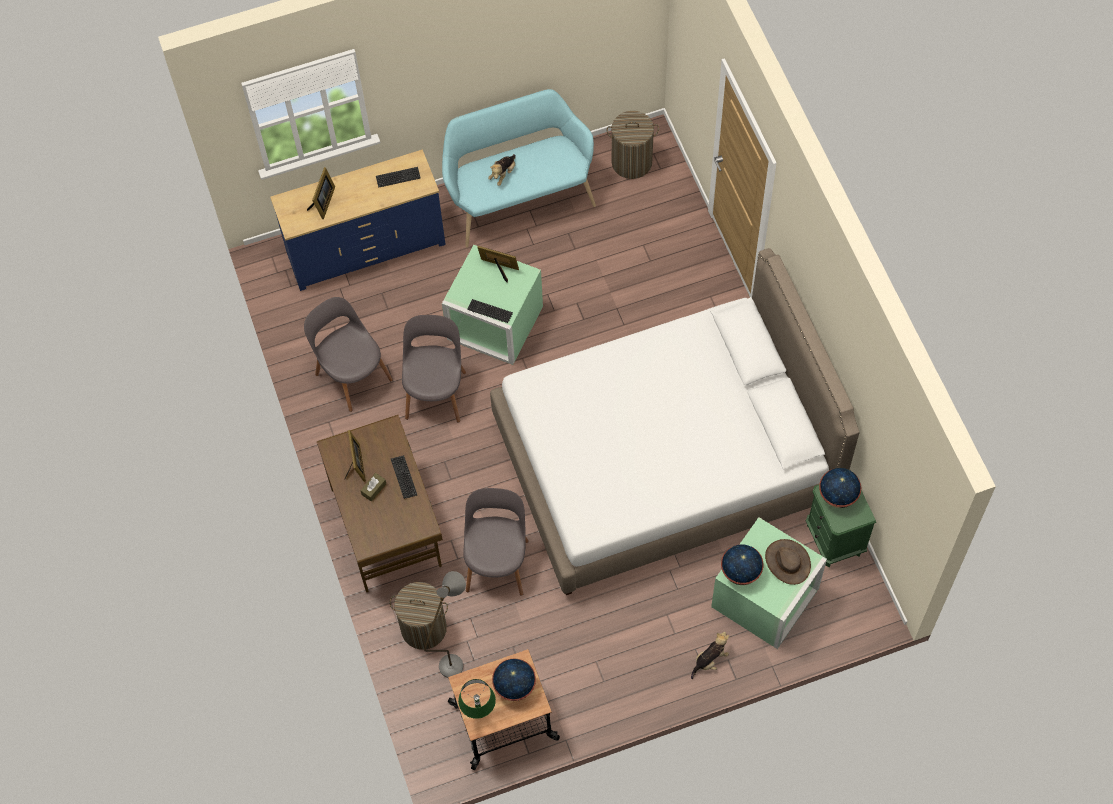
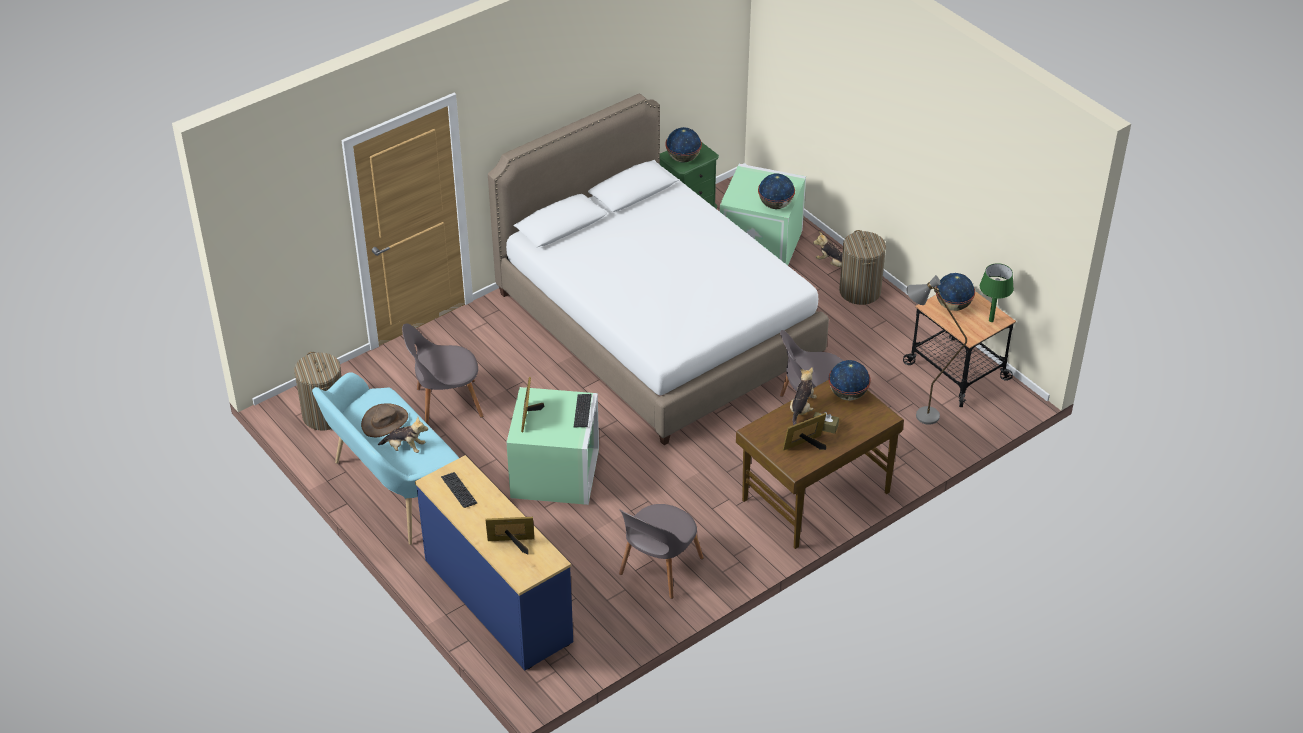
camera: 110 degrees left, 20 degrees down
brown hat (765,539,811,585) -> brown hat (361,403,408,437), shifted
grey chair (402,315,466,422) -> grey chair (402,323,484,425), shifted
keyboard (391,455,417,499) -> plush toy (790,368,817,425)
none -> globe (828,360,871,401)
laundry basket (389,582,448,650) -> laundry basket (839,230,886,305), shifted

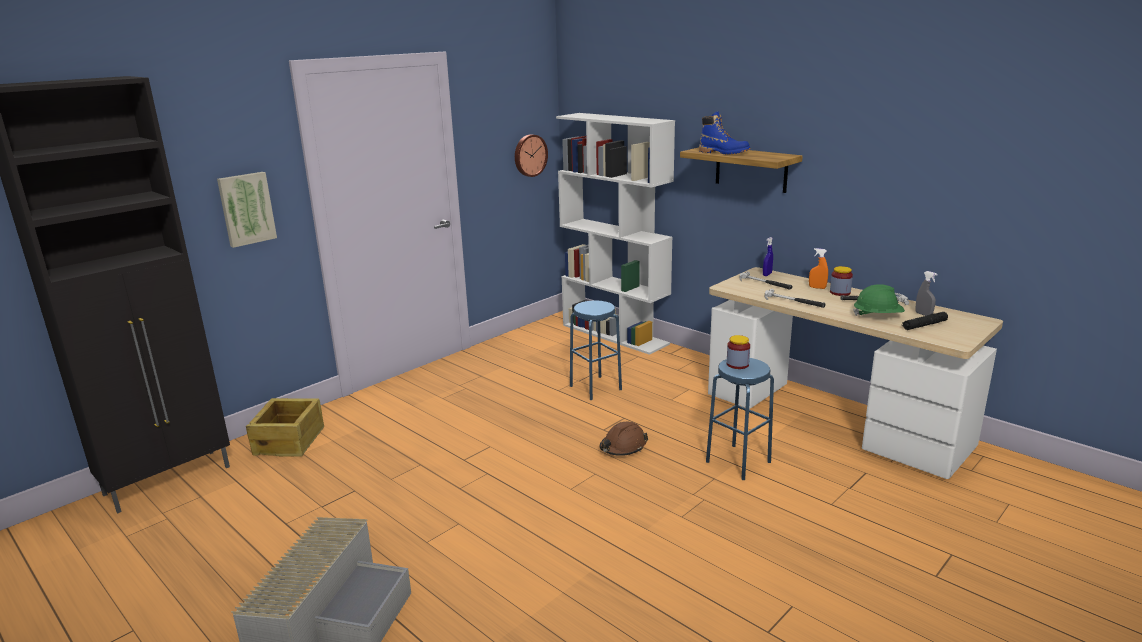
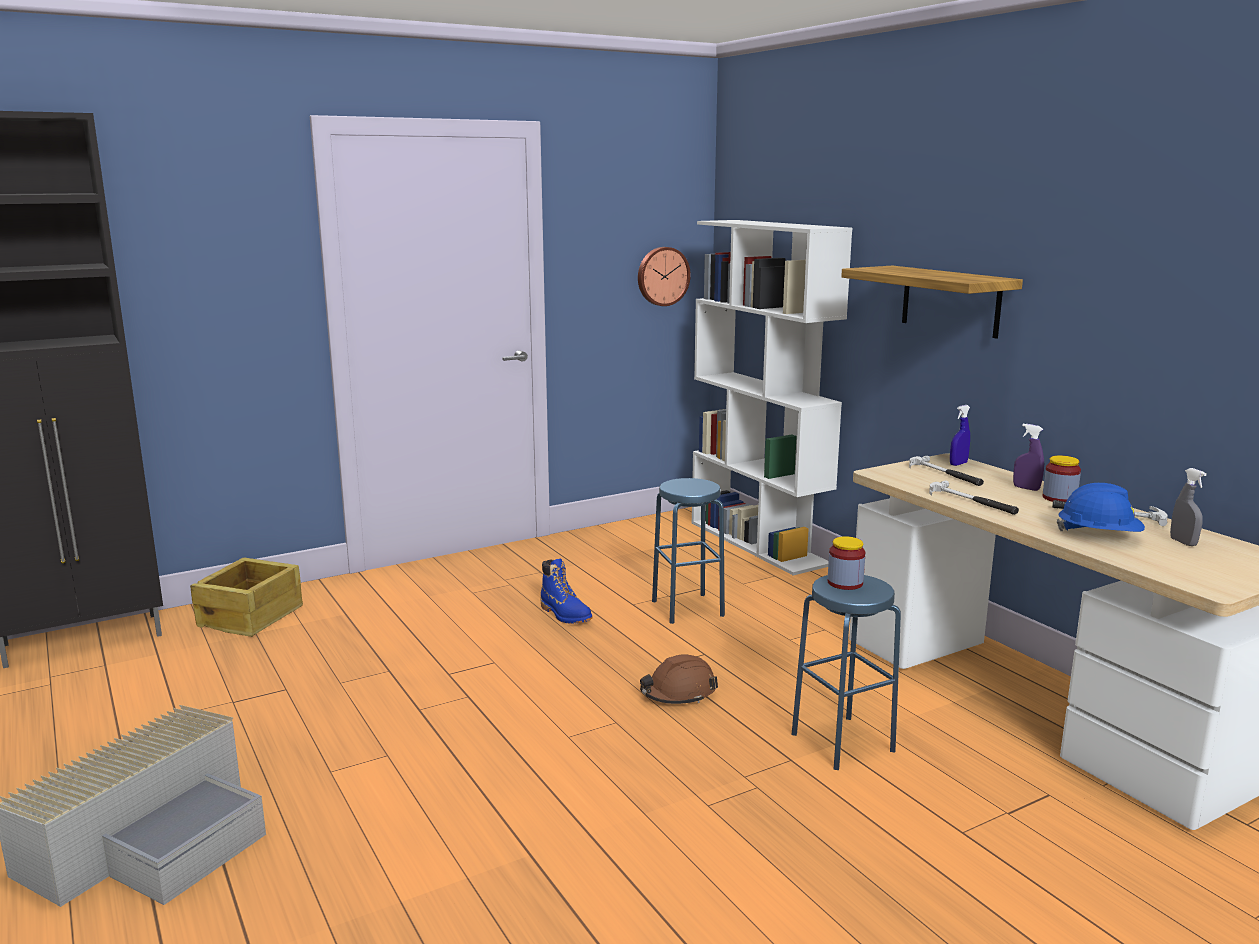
camera: 15 degrees right, 5 degrees down
blue boot (699,111,750,155) -> blue boot (540,558,592,624), shifted
orange spray bottle (809,248,828,289) -> purple spray bottle (1013,424,1044,491)
green hard hat (853,284,905,316) -> blue hard hat (1057,483,1145,532)
picture (217,172,277,248) -> none
black flashlight (902,312,948,330) -> none

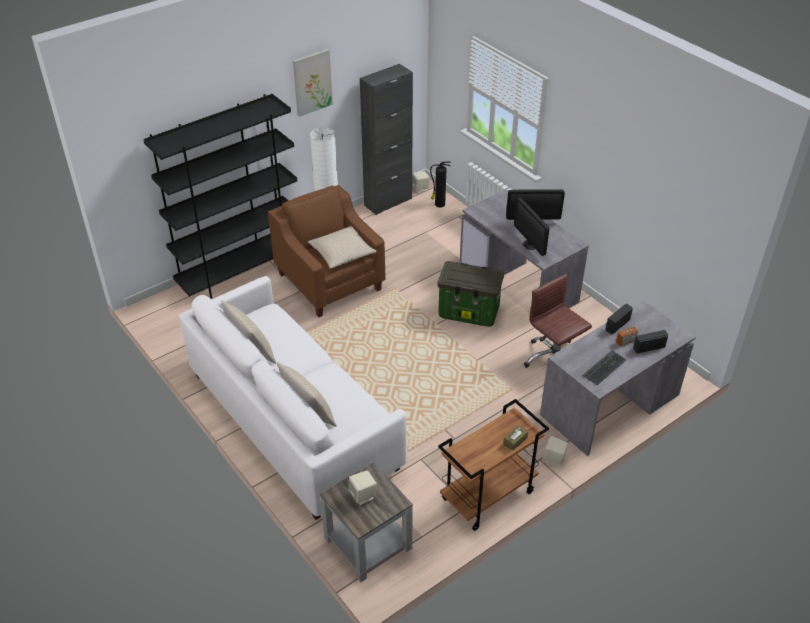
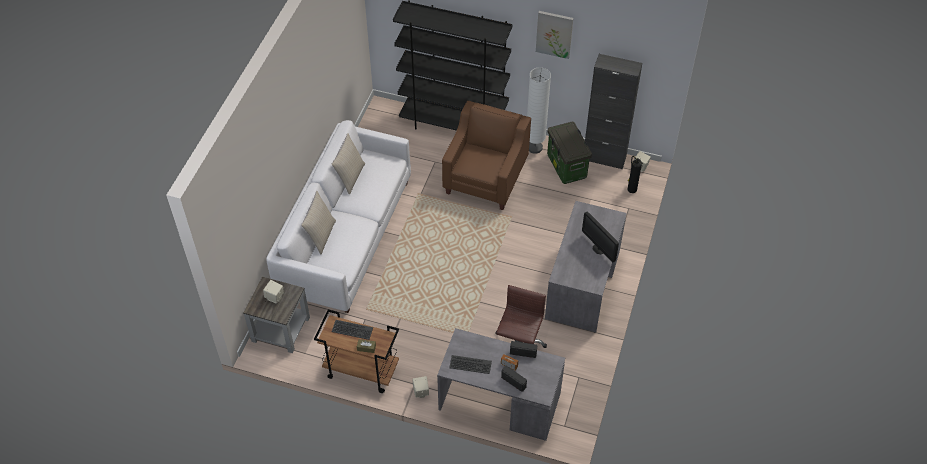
camera: 55 degrees right, 10 degrees up
none -> keyboard (331,320,373,340)
storage box (437,261,504,327) -> storage box (547,122,592,184), shifted
beige pillow (308,226,377,269) -> none
monitor (514,197,550,256) -> none

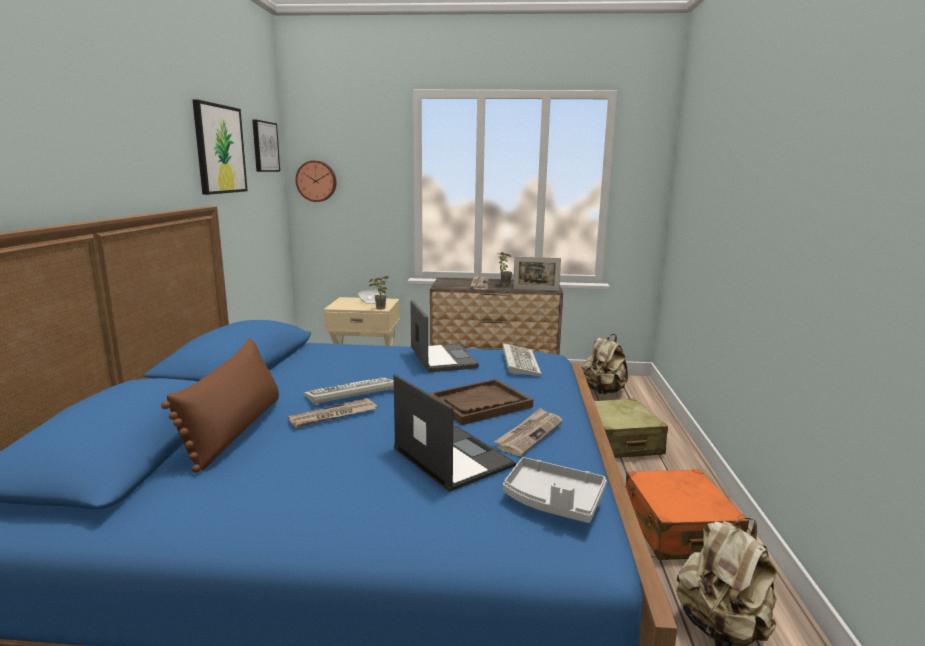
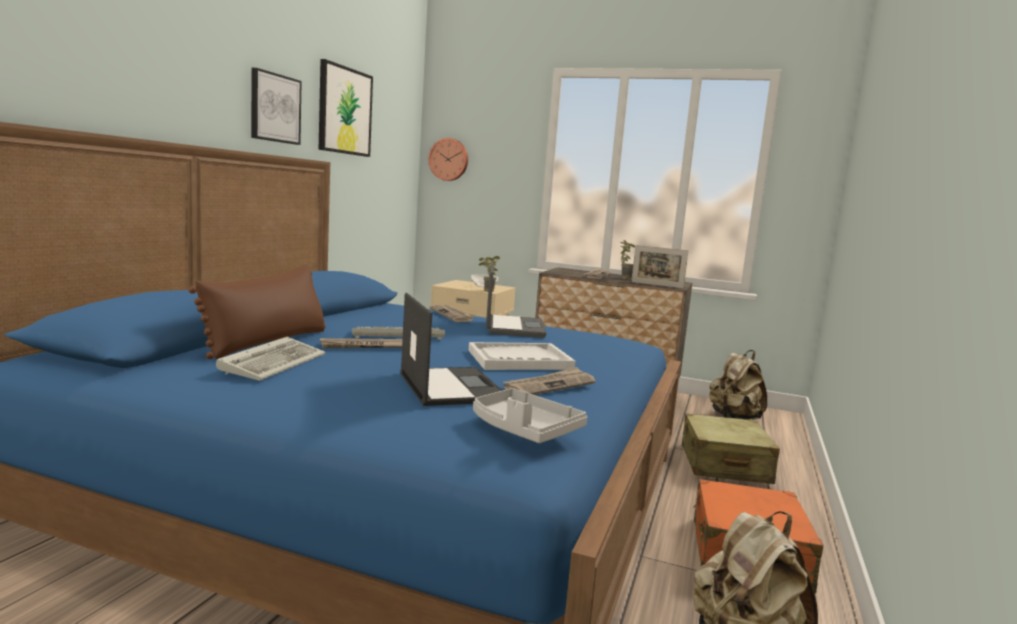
camera: 15 degrees right, 5 degrees down
keyboard (502,343,542,376) -> keyboard (216,337,326,381), shifted
picture (252,120,280,172) -> picture (251,68,302,145), shifted
none -> newspaper (429,305,476,322)
brown tray (429,379,533,425) -> white tray (468,342,575,370)

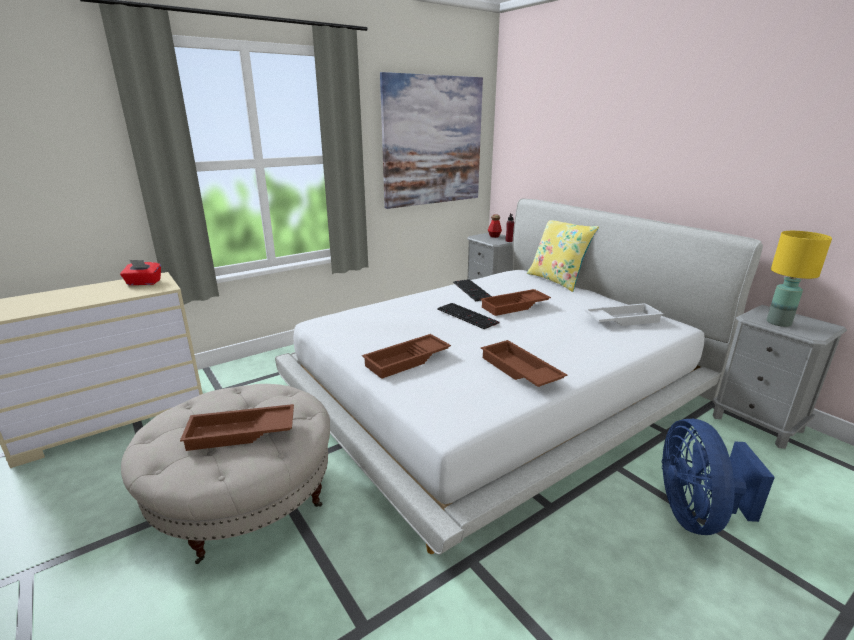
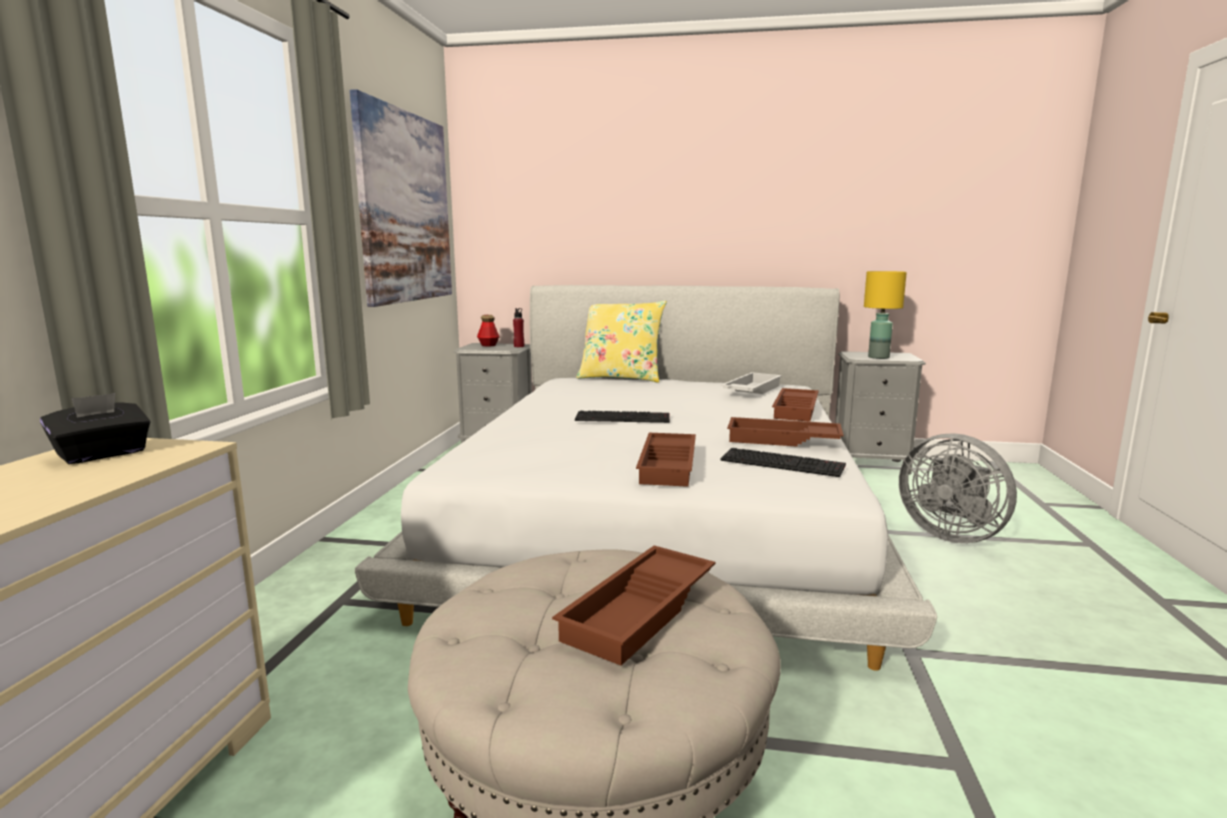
camera: 45 degrees left, 10 degrees down
red tissue box (120,260,161,285) -> black tissue box (40,393,150,464)
keyboard (453,279,492,301) -> keyboard (720,448,846,477), shifted
brown tray (480,289,551,316) -> brown tray (772,388,819,422), shifted
blue fan (662,419,775,535) -> grey fan (899,433,1017,543)

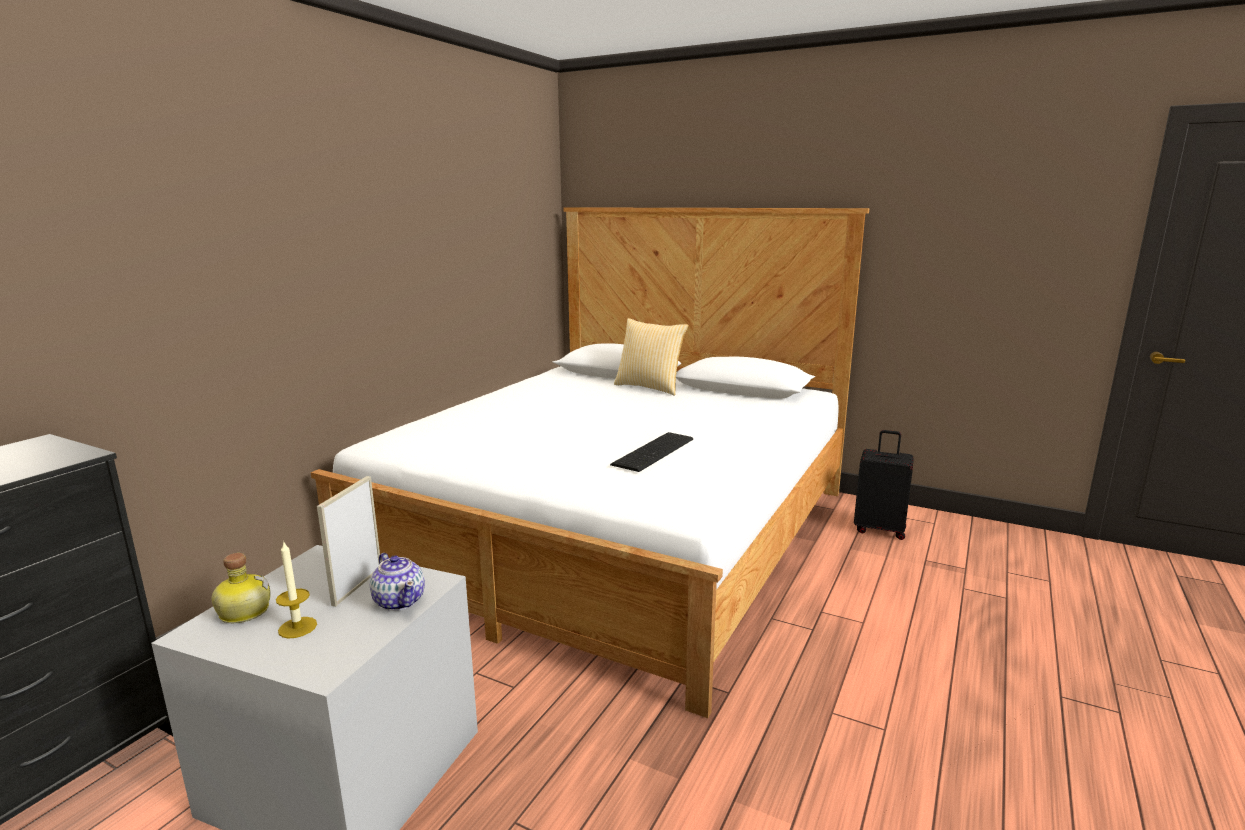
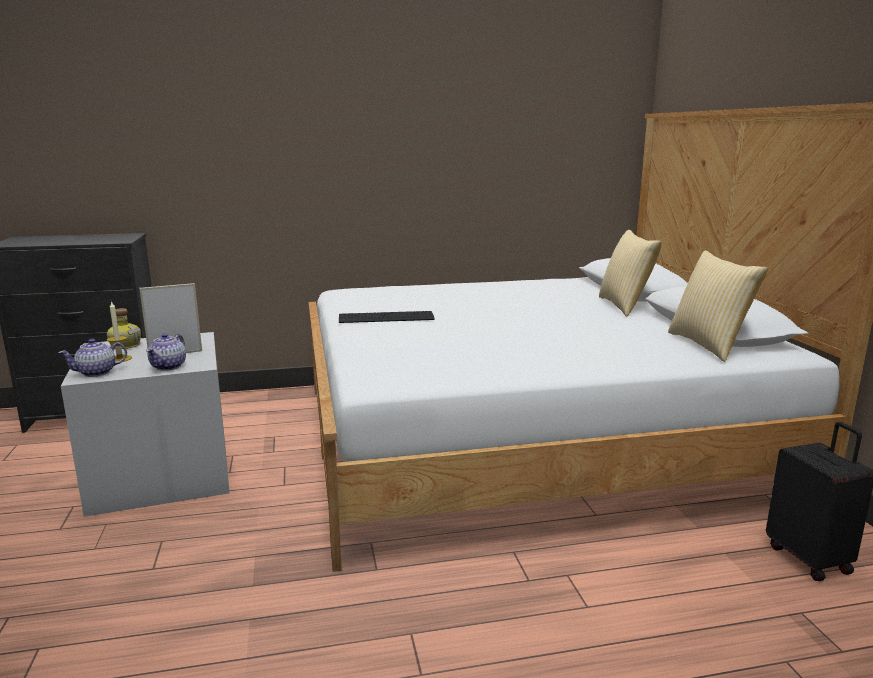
camera: 50 degrees right, 0 degrees up
none -> teapot (59,339,127,377)
keyboard (610,432,693,472) -> keyboard (339,311,435,323), shifted
none -> pillow (668,251,768,362)

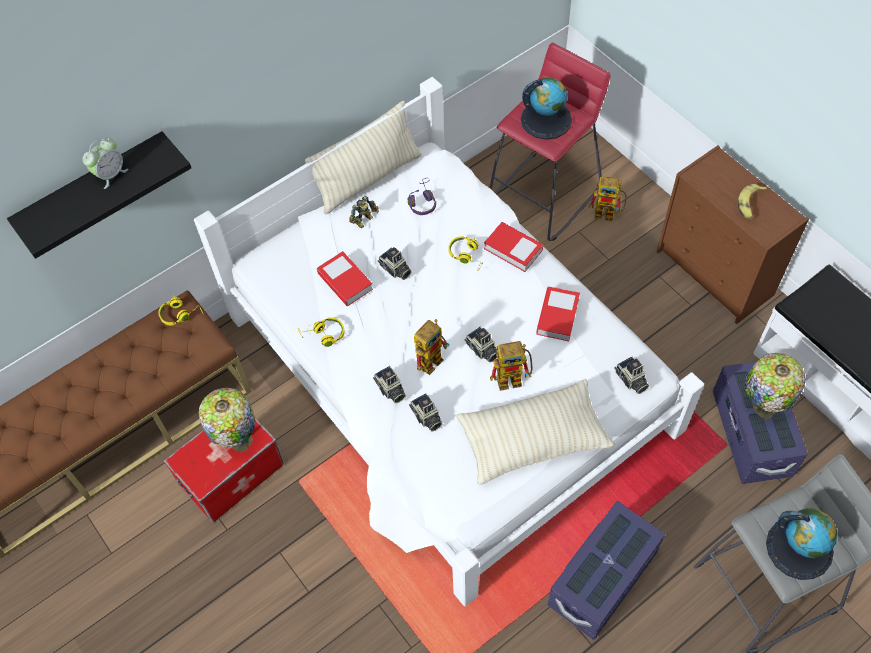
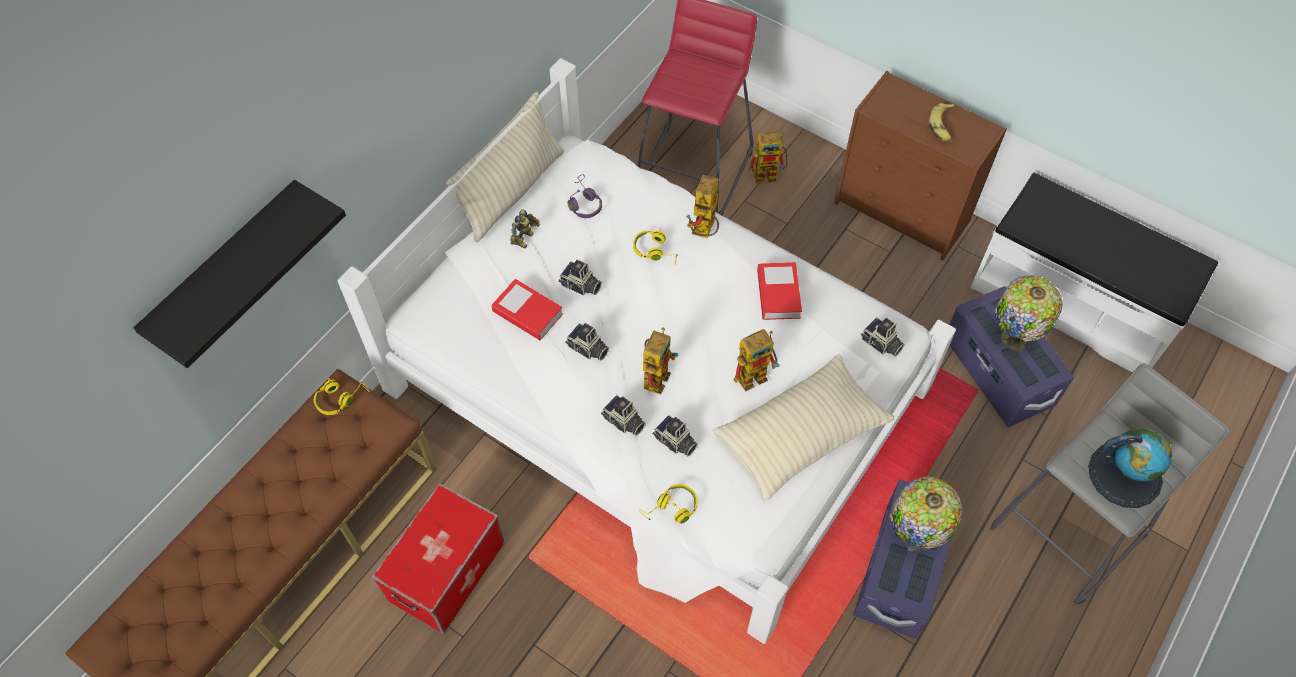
camera: 20 degrees left, 0 degrees up
photo camera (464,327,497,362) -> photo camera (565,323,609,360), shifted
yellow headphones (298,317,345,347) -> yellow headphones (639,484,698,524), shifted
book (484,222,543,272) -> toy robot (687,175,719,238)
table lamp (199,388,255,452) -> table lamp (890,477,963,550), shifted
alarm clock (83,138,128,189) -> none
globe (521,77,572,140) -> none

